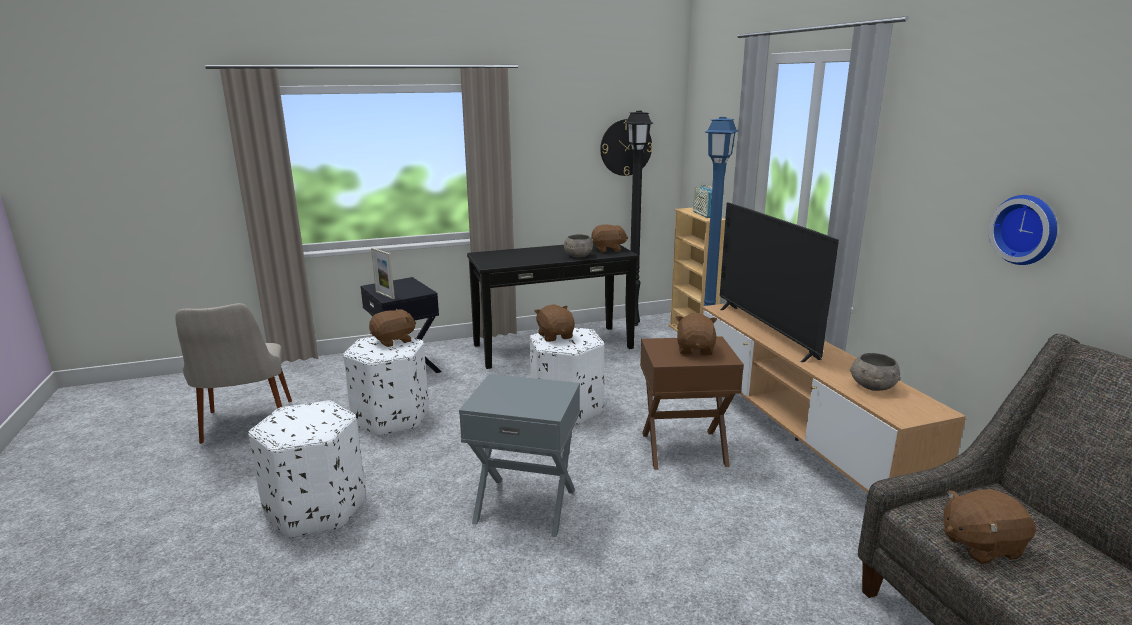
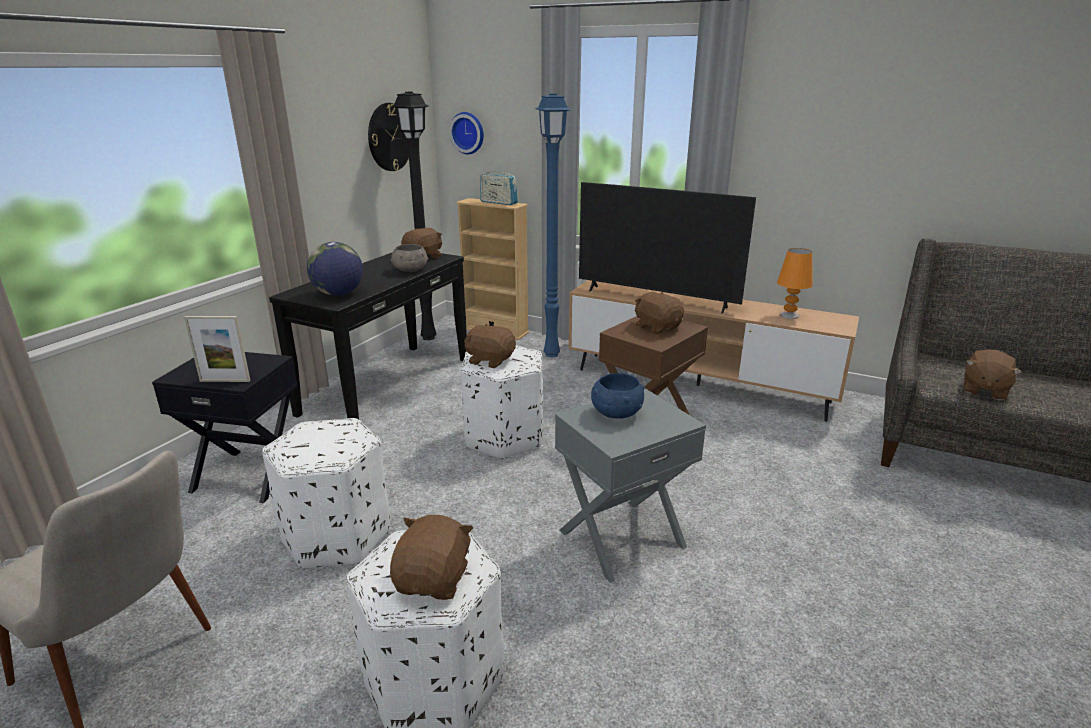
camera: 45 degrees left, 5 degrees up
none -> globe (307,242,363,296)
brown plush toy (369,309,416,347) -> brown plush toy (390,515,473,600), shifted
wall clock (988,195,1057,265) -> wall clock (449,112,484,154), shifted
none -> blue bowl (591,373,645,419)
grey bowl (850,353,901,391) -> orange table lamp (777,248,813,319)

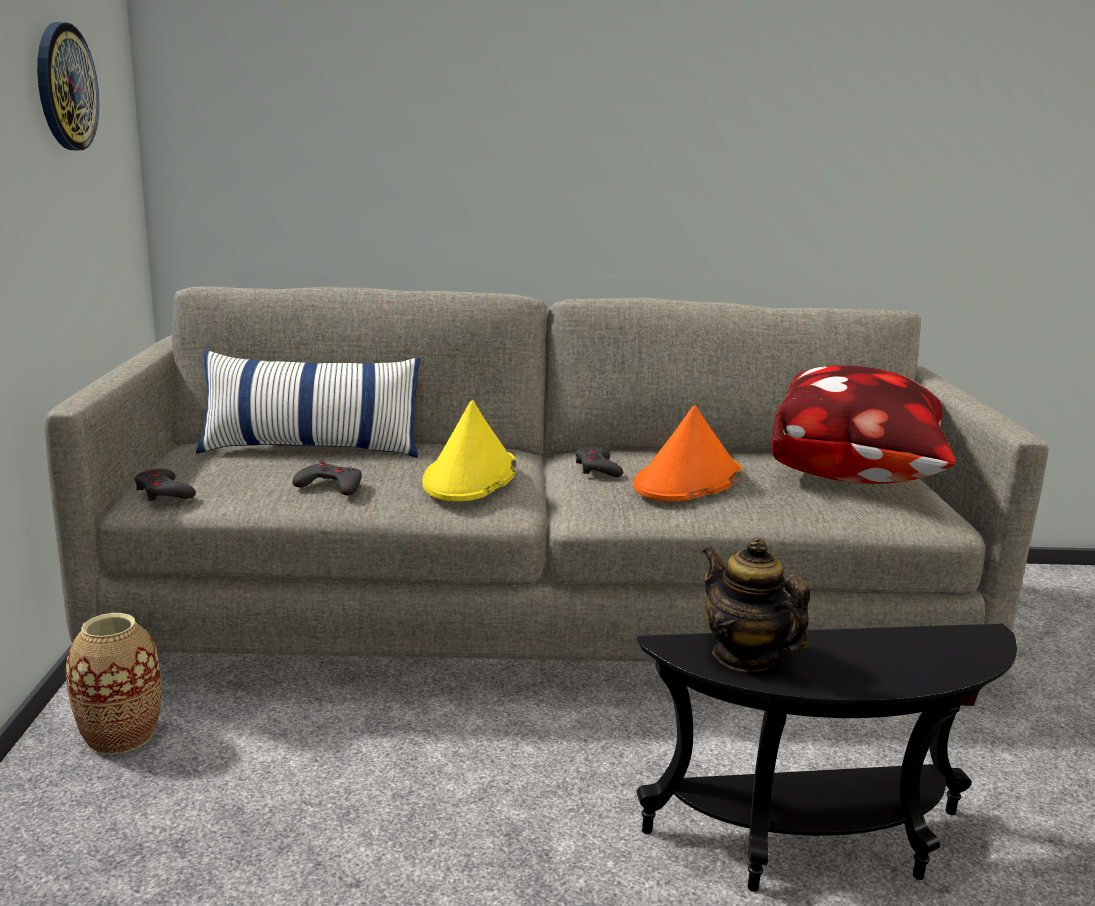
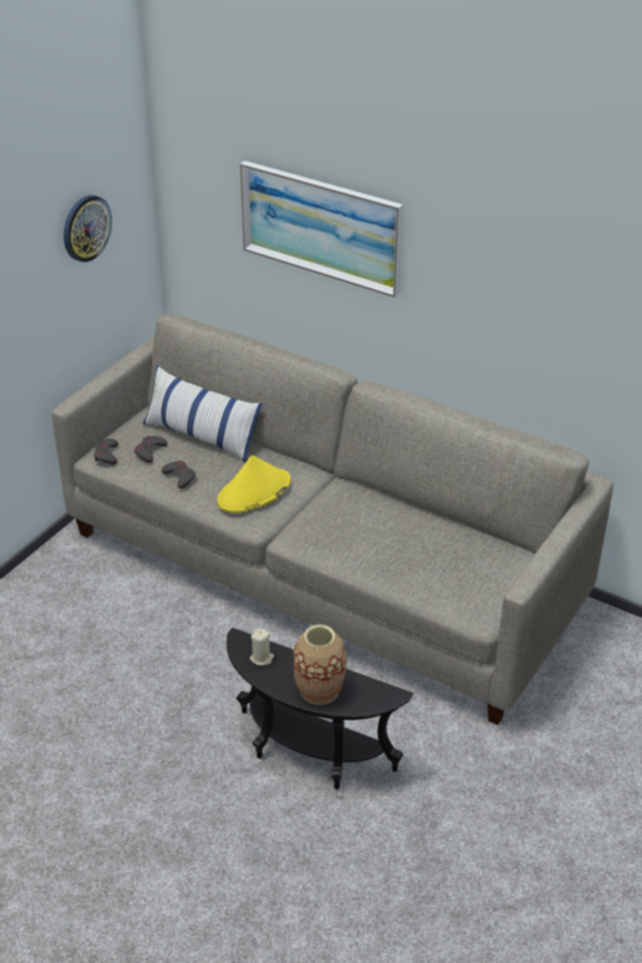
camera: 35 degrees right, 20 degrees up
grey game controller (576,447,623,477) -> grey game controller (134,436,167,463), shifted
none -> picture (240,161,403,297)
teapot (702,537,810,672) -> beige candle (250,629,274,666)
vase (66,613,161,755) -> vase (293,624,346,705), shifted
orange hat (633,405,742,501) -> none
pillow (772,365,956,484) -> none

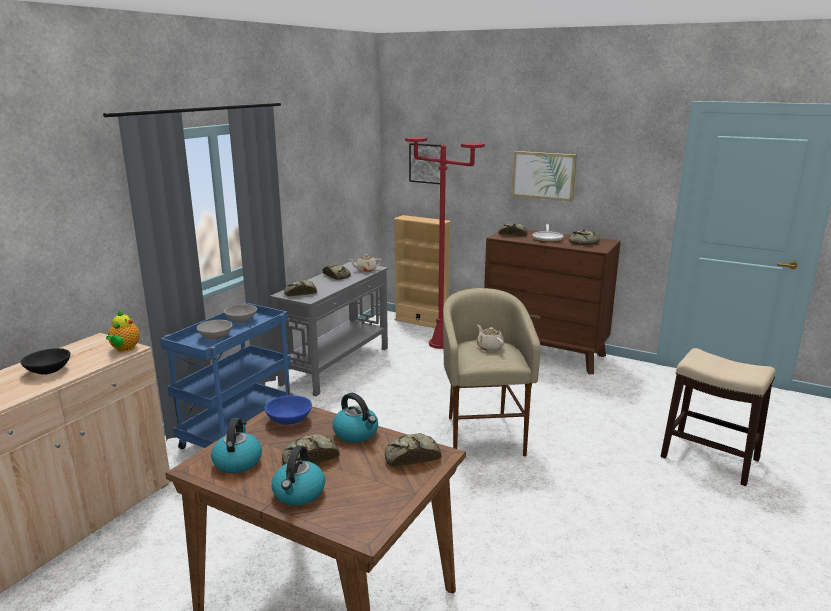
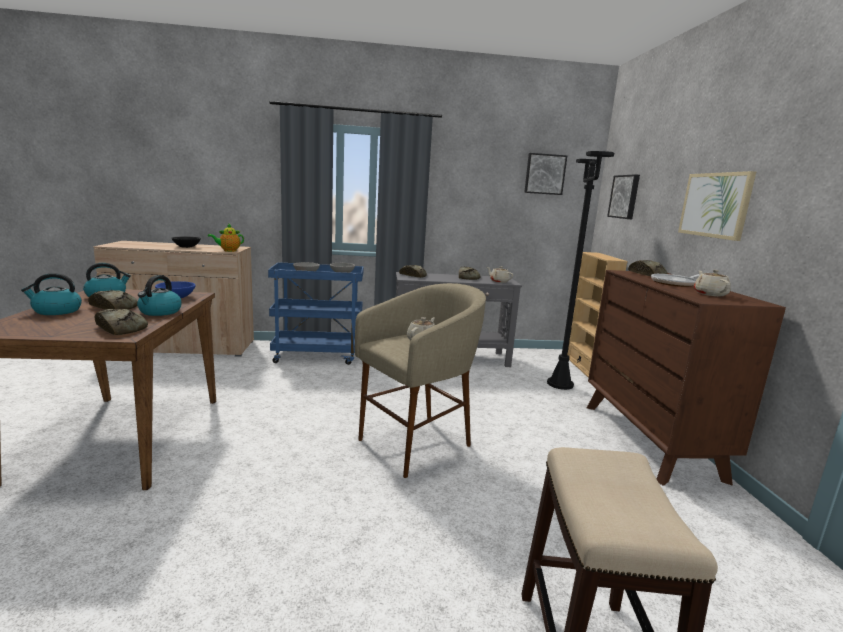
camera: 55 degrees right, 5 degrees down
none -> picture (524,153,567,195)
red floor lamp (405,137,485,349) -> black floor lamp (547,151,614,390)
bread (569,229,600,245) -> beige teapot (694,270,731,297)

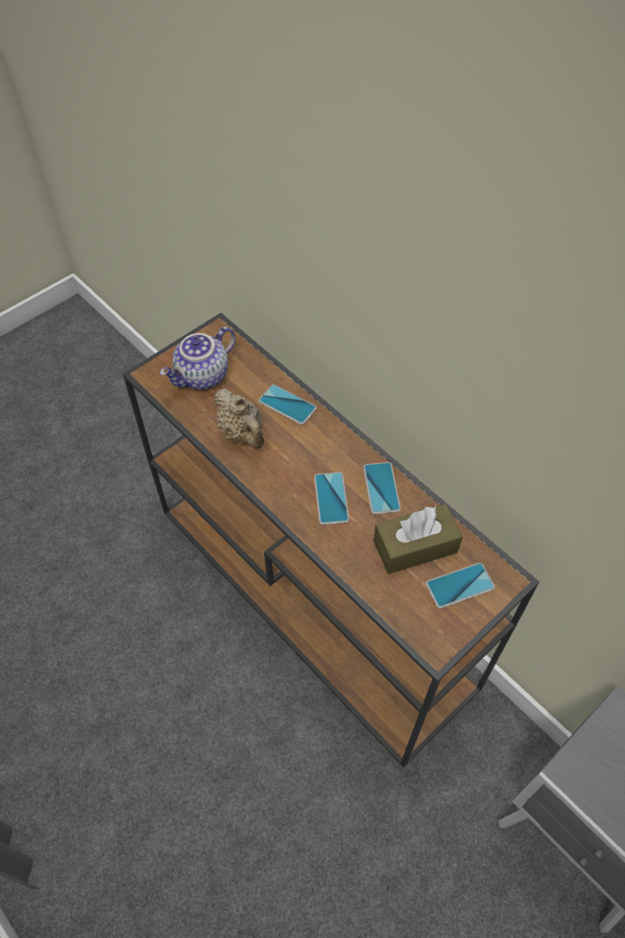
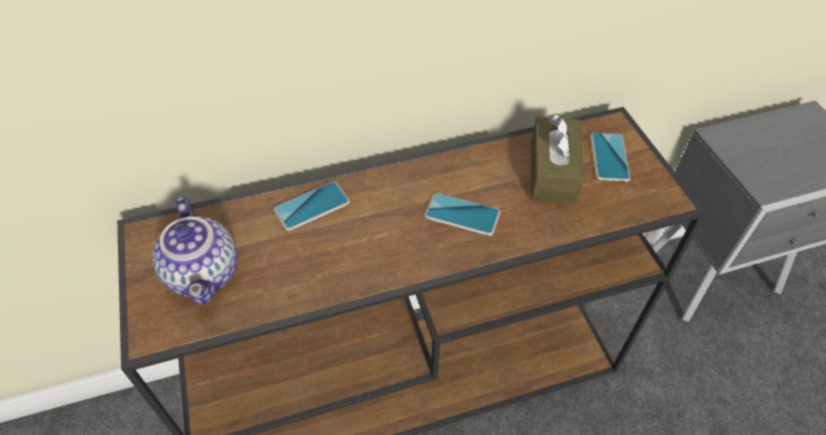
camera: 65 degrees left, 5 degrees down
beige teapot (214,388,264,449) -> none
phone (363,462,401,514) -> none

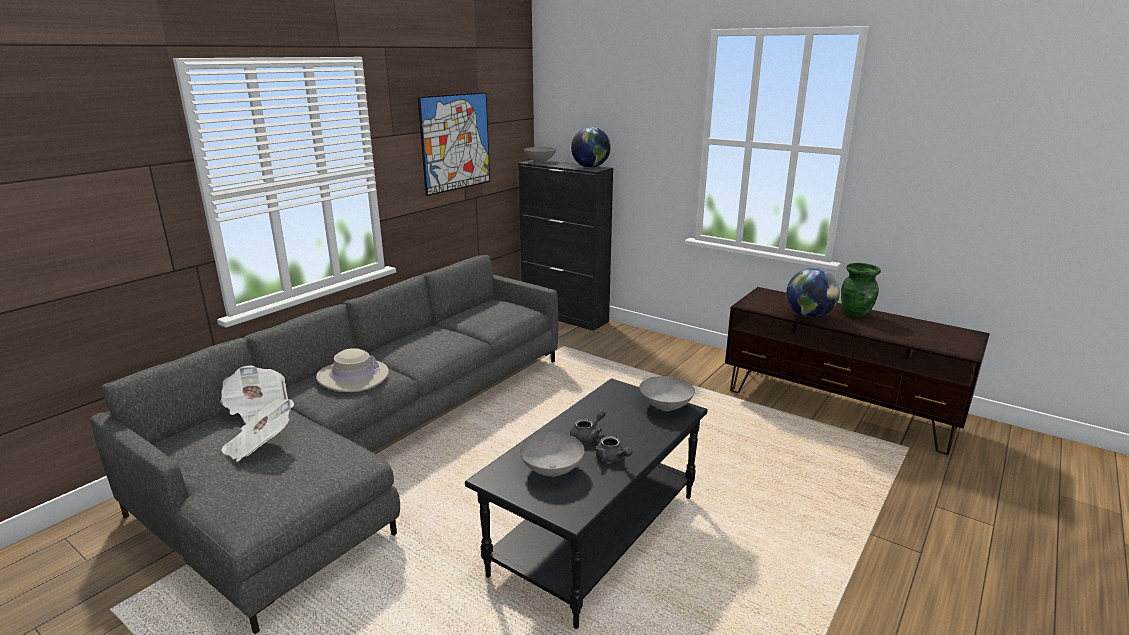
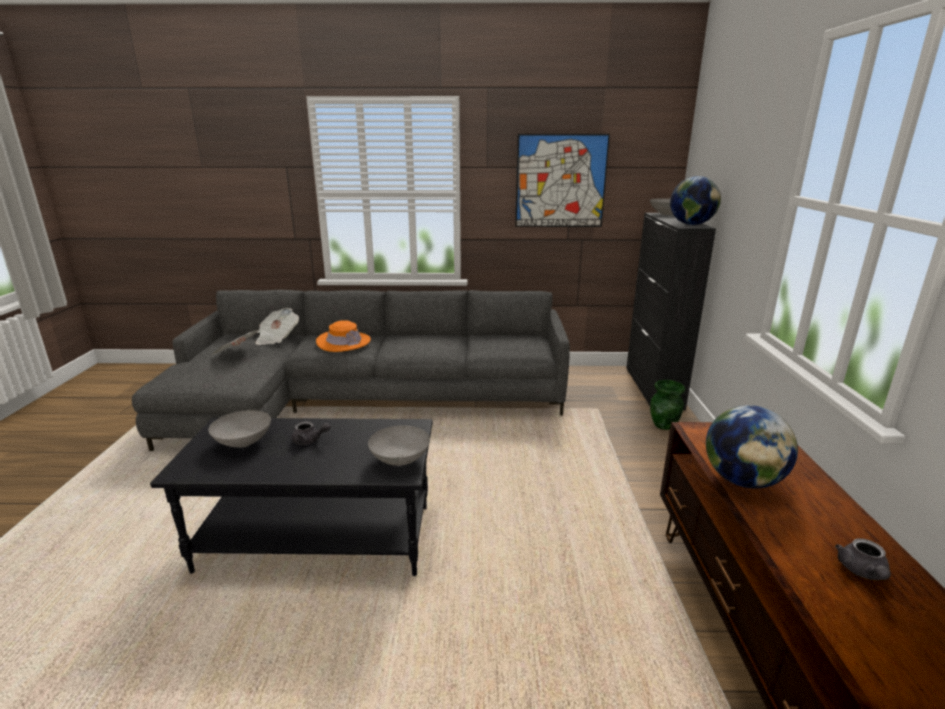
camera: 55 degrees right, 0 degrees up
beige hat (316,348,389,392) -> orange hat (316,320,371,352)
green vase (841,263,881,317) -> green vase (650,380,685,430), shifted
grey teapot (596,436,632,462) -> grey teapot (835,538,891,580), shifted

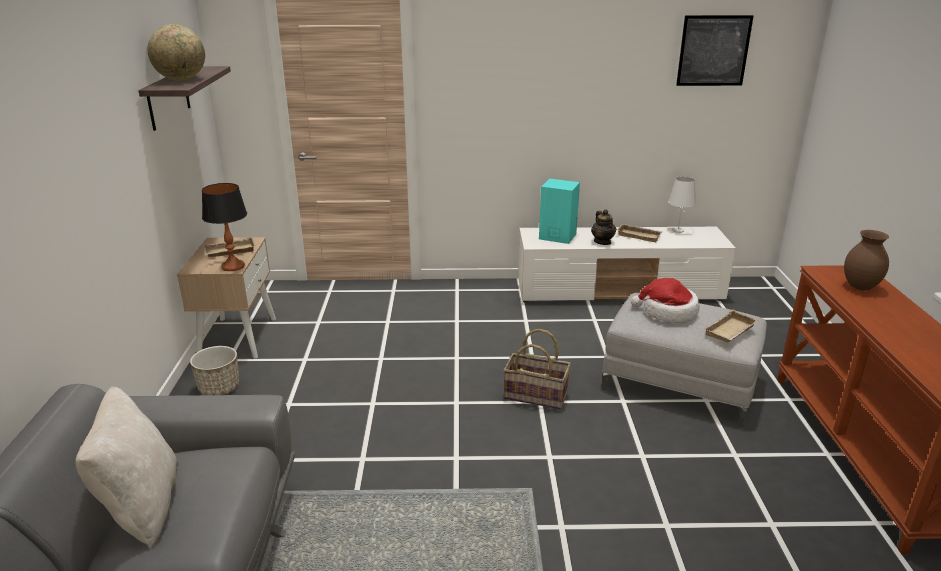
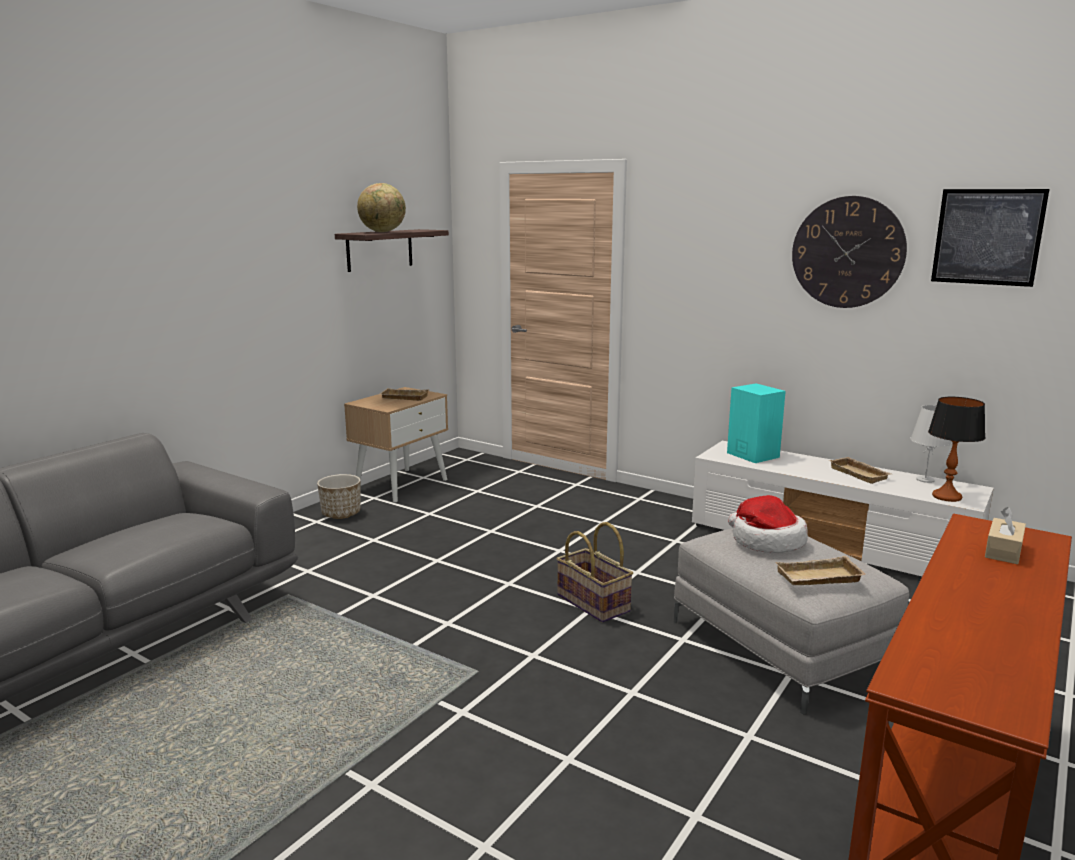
camera: 35 degrees right, 10 degrees down
none -> wall clock (792,196,907,308)
table lamp (202,183,247,271) -> table lamp (928,397,985,502), shifted
brown vase (844,230,889,290) -> beige tissue box (985,507,1026,564)
beige pillow (76,387,178,549) -> none
teapot (591,209,616,245) -> none

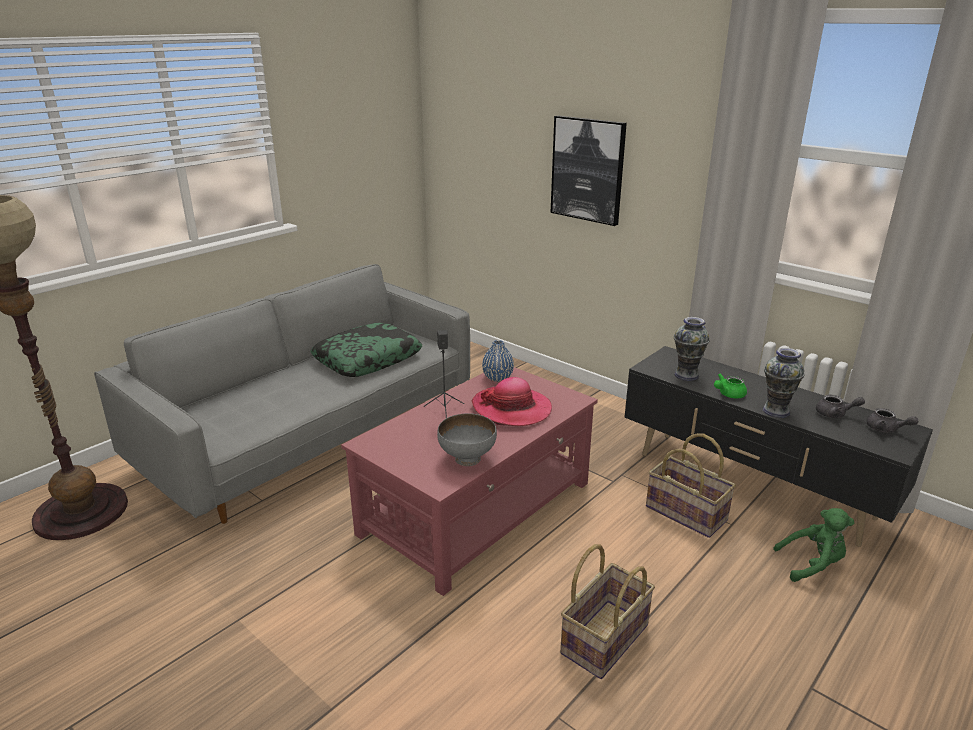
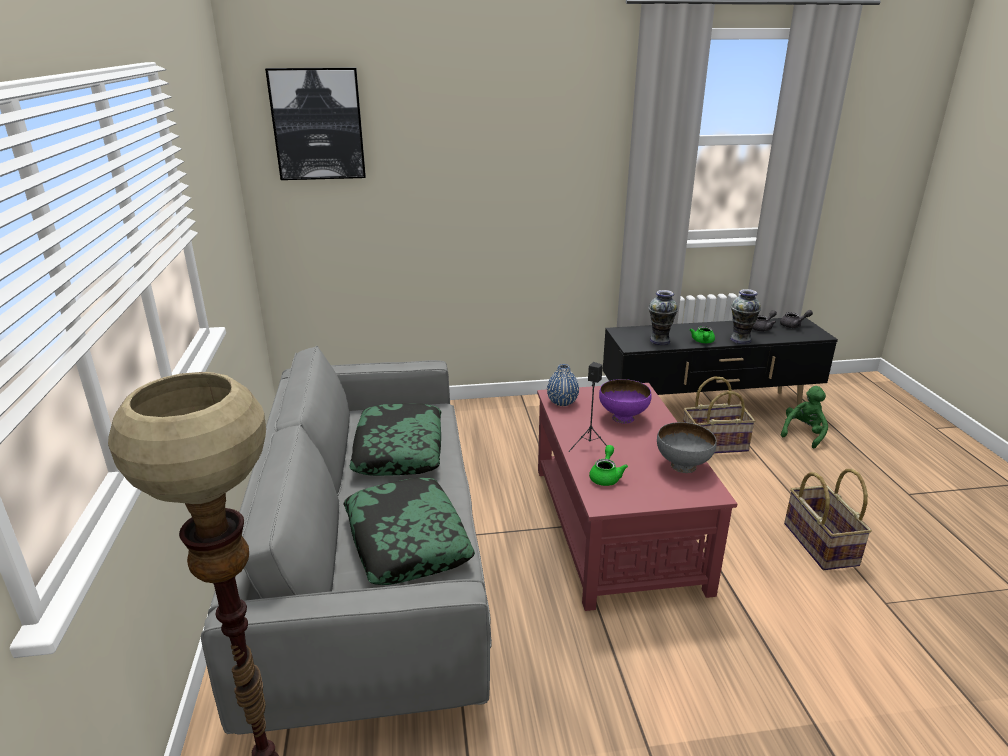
camera: 50 degrees left, 0 degrees up
picture (550,115,627,226) -> picture (265,68,366,180), shifted
none -> pillow (343,478,475,585)
none -> green teapot (589,445,628,486)
hat (471,377,552,426) -> purple bowl (599,379,652,424)

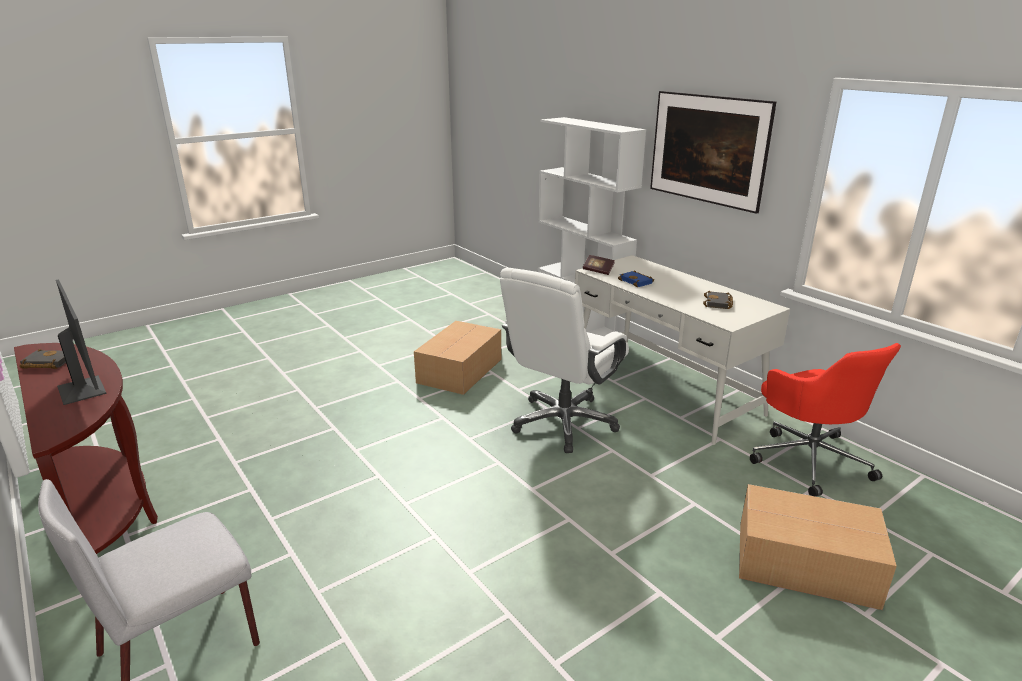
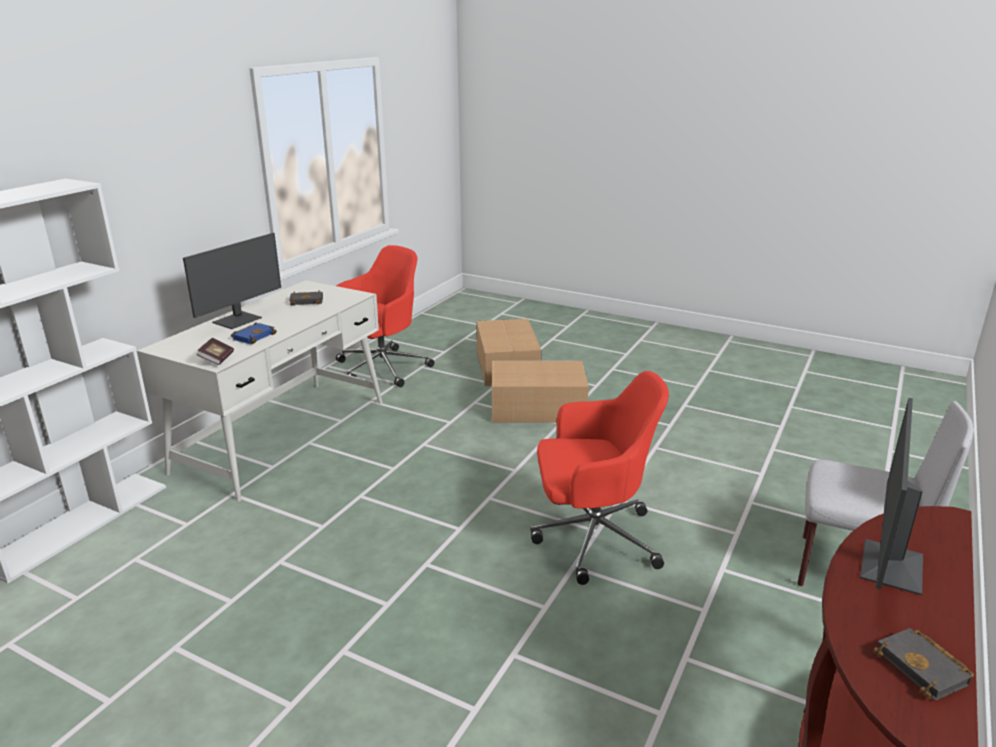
camera: 115 degrees left, 0 degrees up
none -> monitor (183,233,281,329)
cardboard box (414,321,501,395) -> cardboard box (492,361,589,423), shifted
none -> red office chair (530,371,669,585)
white office chair (500,268,629,453) -> none
picture (650,91,777,214) -> none

